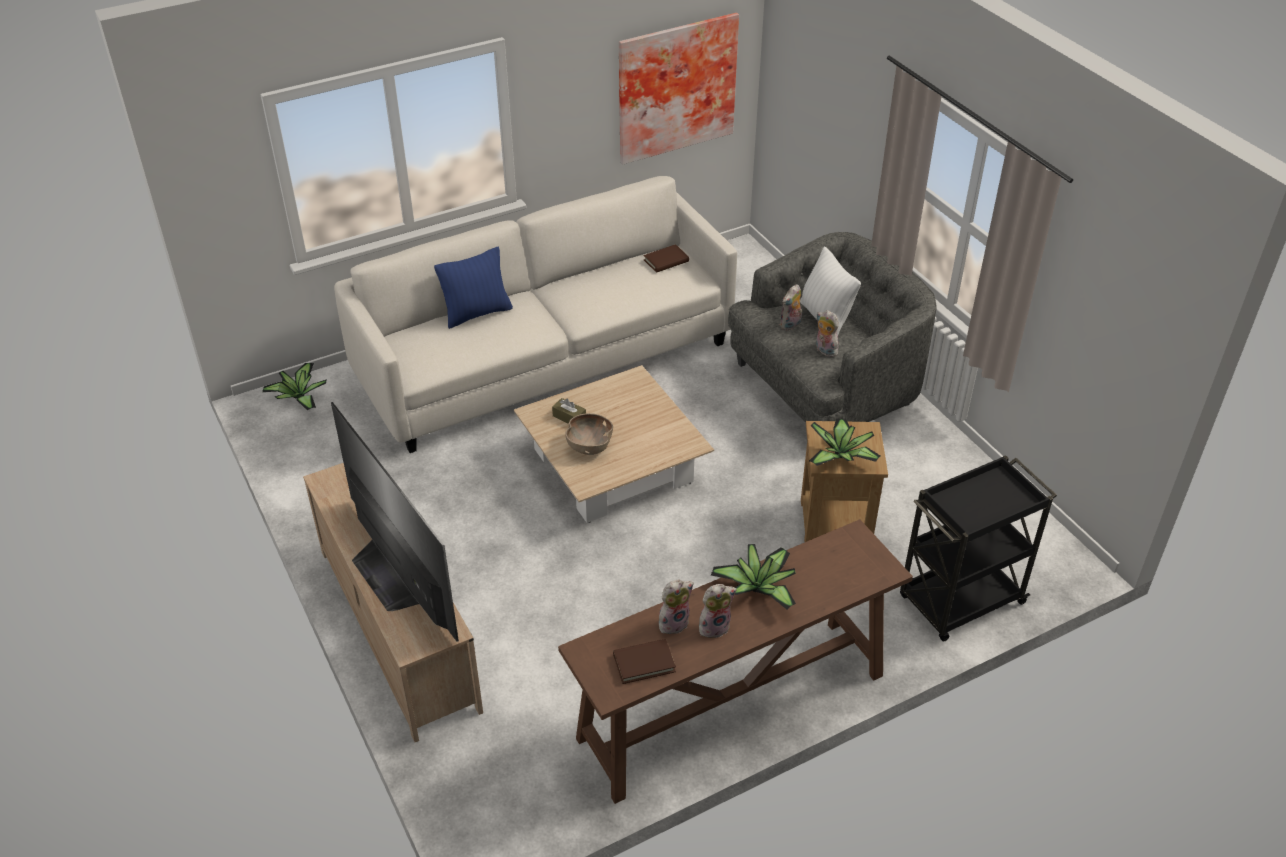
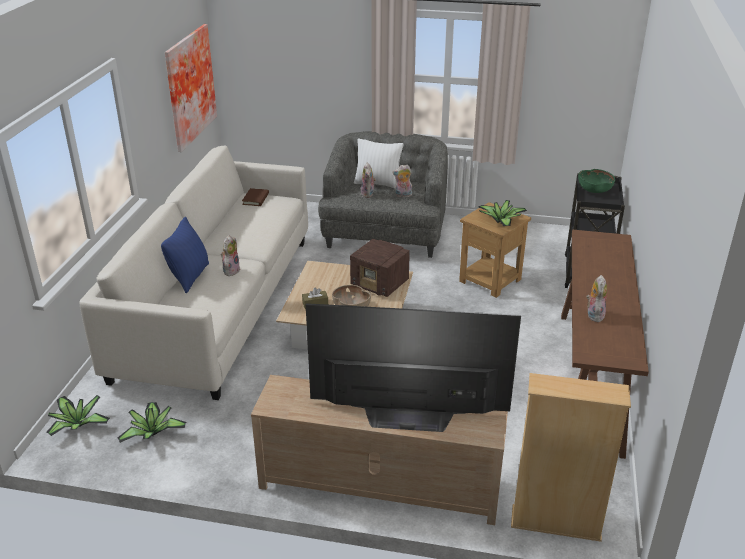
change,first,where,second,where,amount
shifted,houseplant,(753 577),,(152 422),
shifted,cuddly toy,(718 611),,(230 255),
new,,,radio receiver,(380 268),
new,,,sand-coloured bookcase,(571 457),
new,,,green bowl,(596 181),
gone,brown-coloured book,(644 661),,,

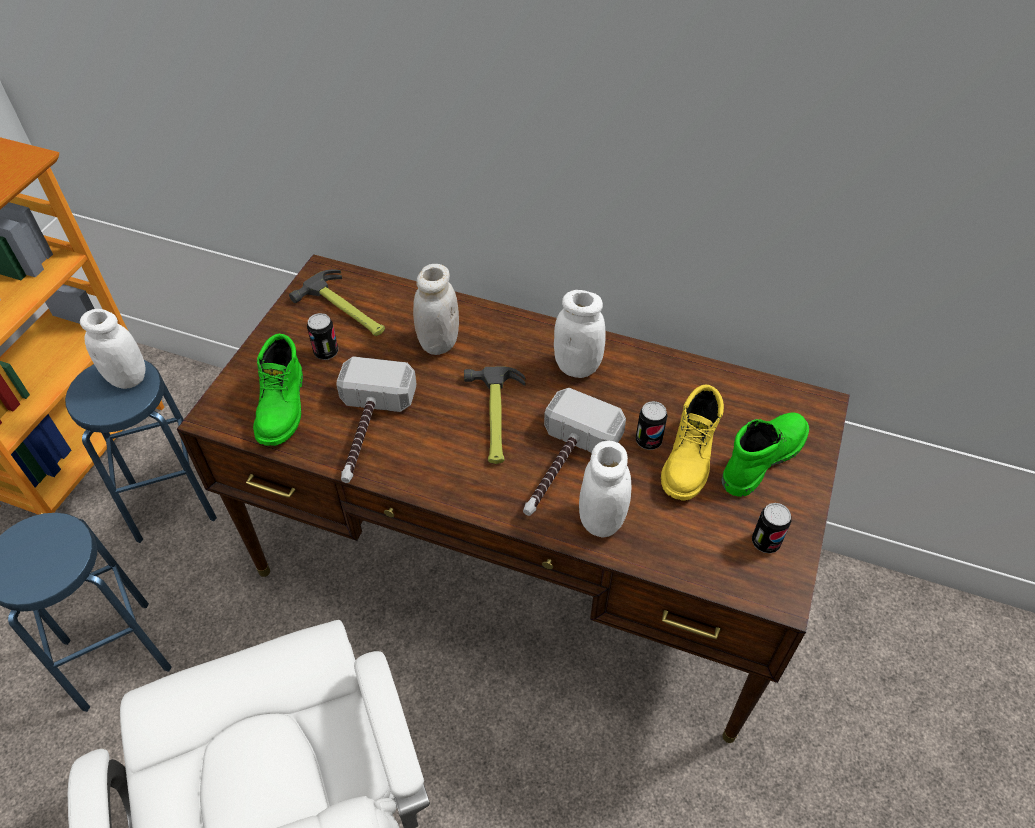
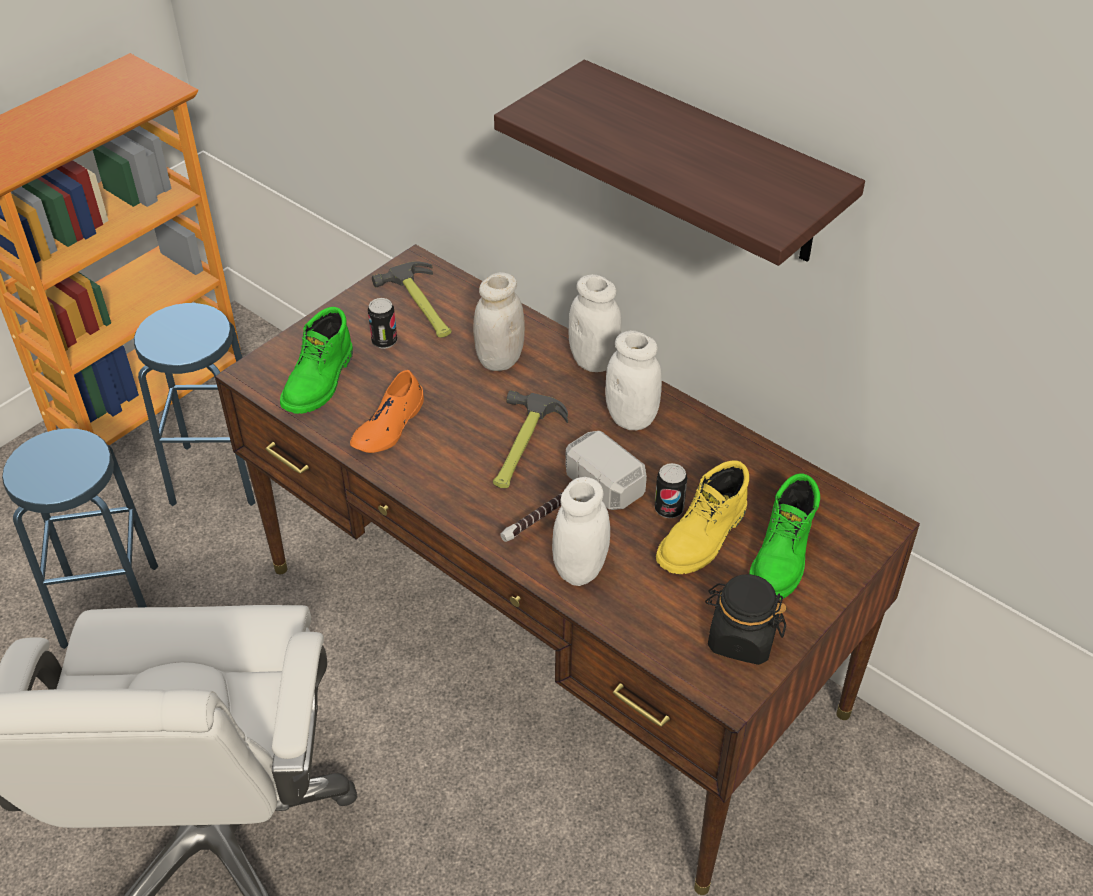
change,first,where,second,where,amount
swapped,tool hammer,(376 420),orange-coloured item of footwear,(387 411),
new,,,wall shelf,(679 163),
shifted,whitish preserve jar,(112 349),,(595 323),
swapped,sealed can,(771 528),blackish preserve jar,(746 619),
rotated,green boot,(765 454),,(784 536),135 degrees clockwise

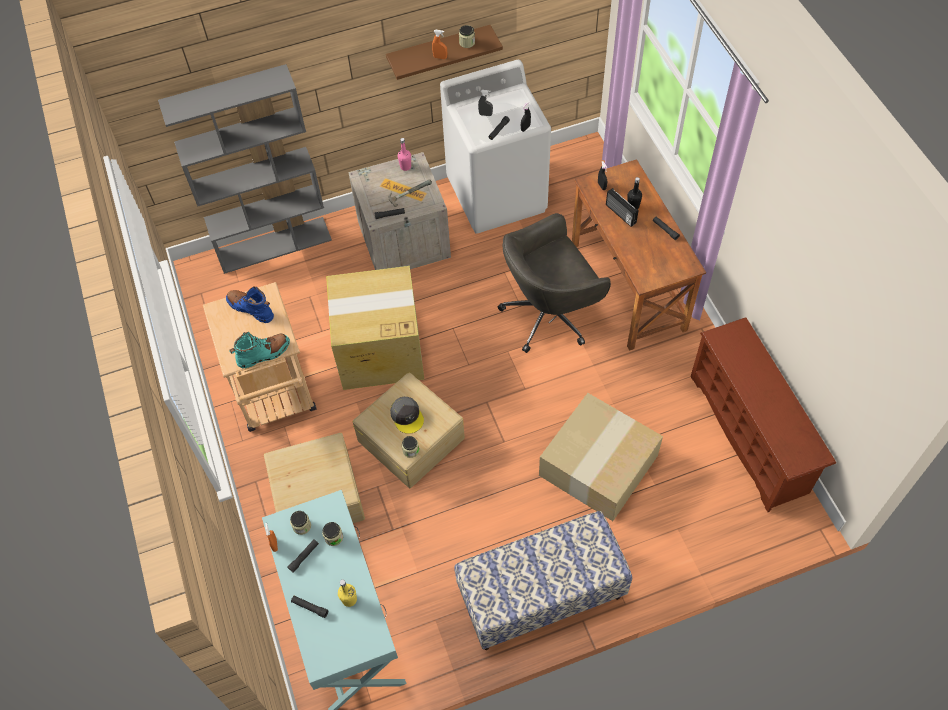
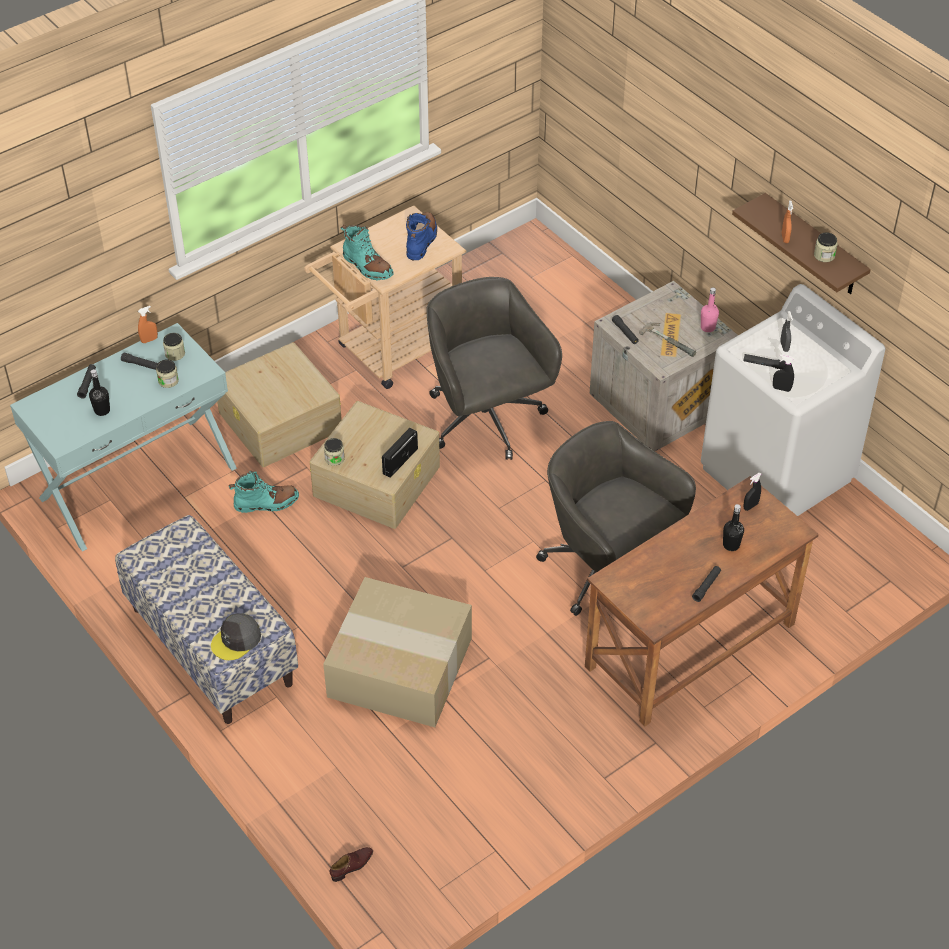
change,first,where,second,where,amount
repainted,yellow beverage bottle,(347 593),blackish beverage bottle,(99 392),
shifted,gray peaked cap,(407 415),,(236 636),
new,,,turquoise boot,(264 492),
new,,,brown-coloured item of footwear,(351 864),
shifted,radio receiver,(622 207),,(400 453),
swapped,carton,(375 328),gray computer chair,(494 368),
gone,gray bookcase,(245 169),,,
gone,brown-coloured shoe shelf,(763 414),,,

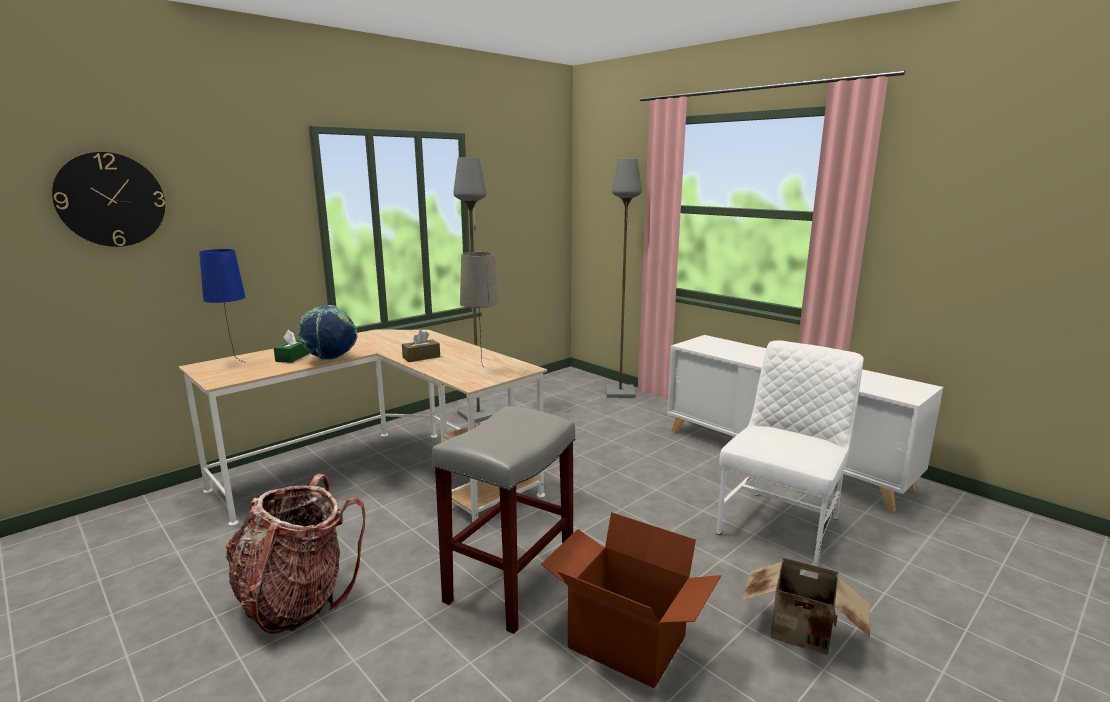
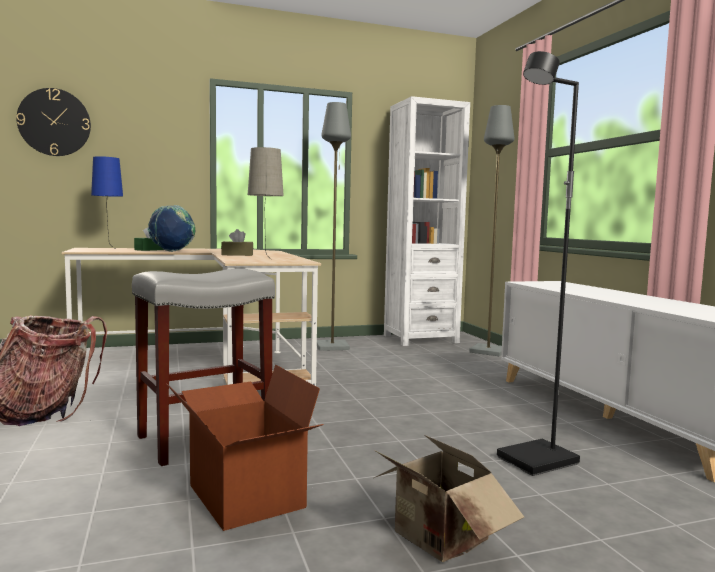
change,first,where,second,where,amount
new,,,whitish bookcase,(427 221),
swapped,whitish upright chair,(790 453),blackish floor lamp,(538 263),

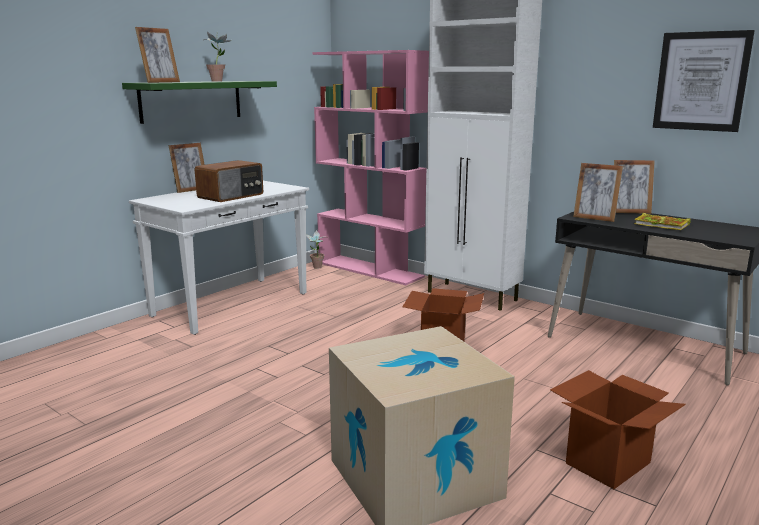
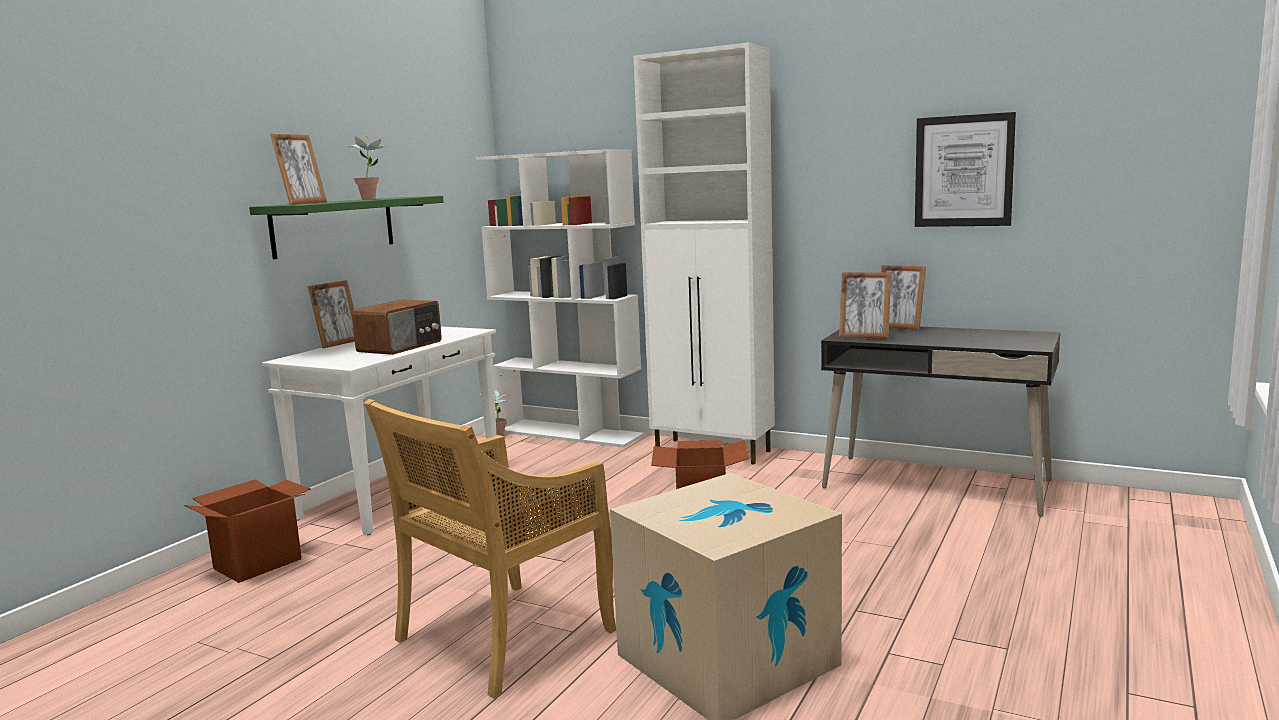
change,first,where,second,where,amount
shifted,carton,(618 429),,(247 531),
new,,,sand-coloured upright chair,(489 549),
repainted,pink-coloured bookcase,(370 167),whitish bookcase,(560 298),
rotated,standing frame,(634 187),,(903 297),45 degrees clockwise
gone,book,(663 221),,,

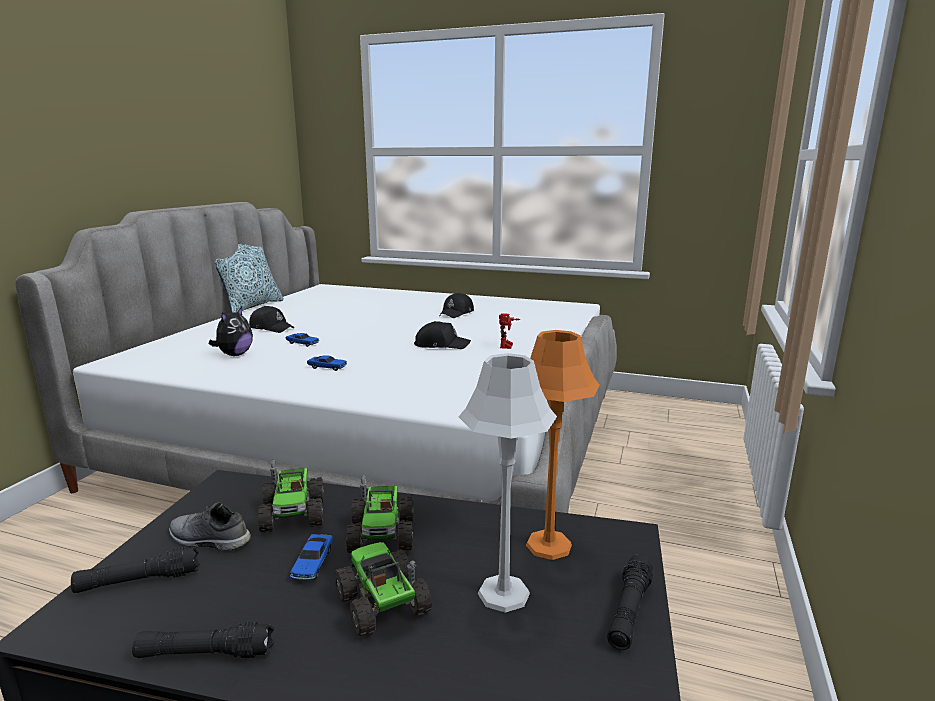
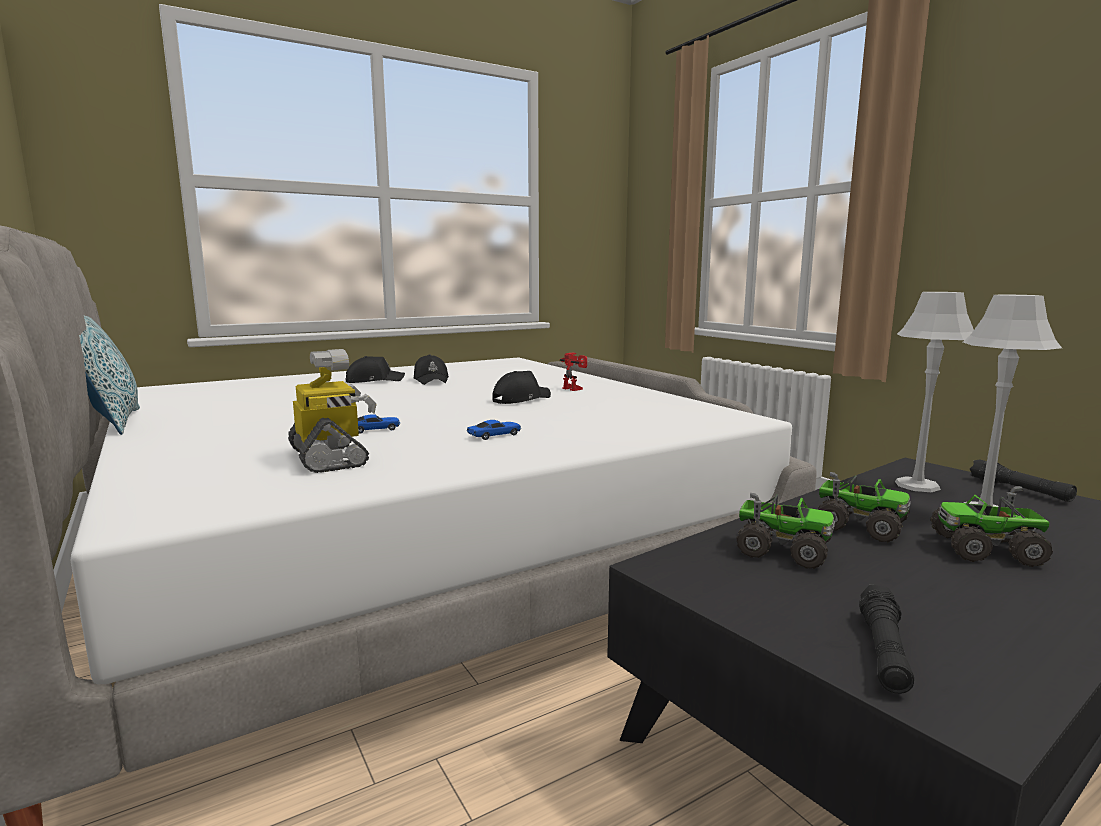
change,first,where,second,where,amount
swapped,cuddly toy,(231 331),toy robot,(332 411),
shifted,blackish peaked cap,(271 319),,(375 369),
repainted,orange-coloured tabletop lamp,(563 445),gray tabletop lamp,(934 392),
gone,blackish torch,(203 640),,,
gone,gray item of footwear,(210 526),,,
gone,model car,(311 557),,,

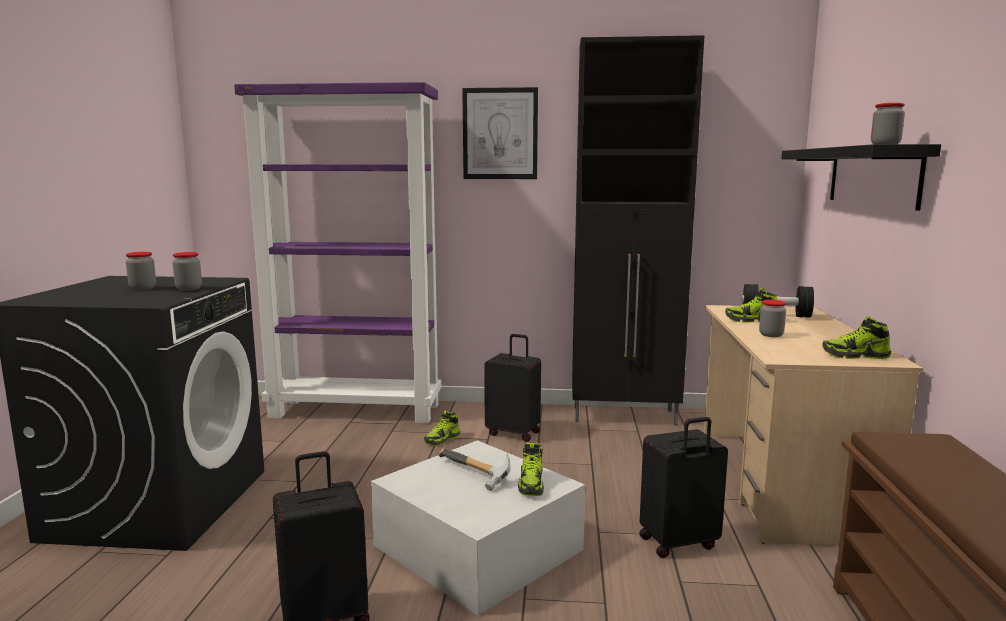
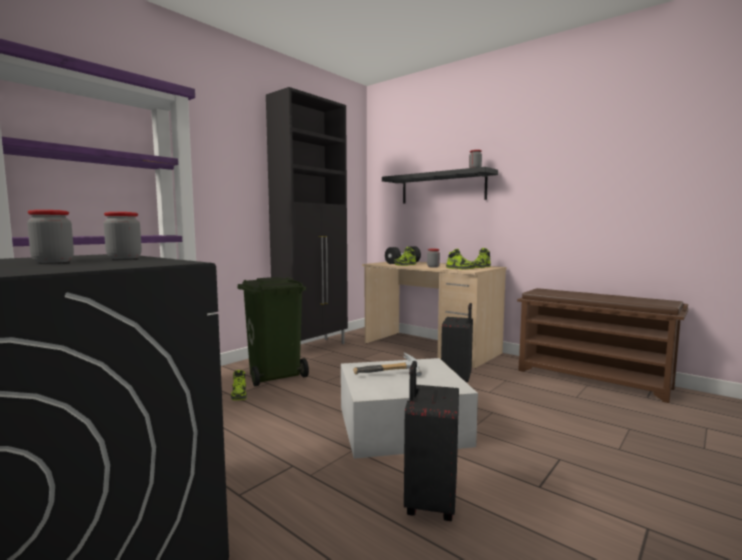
change,first,where,second,where,amount
swapped,blackish suitcase,(512 388),green trash can,(273 331),
shifted,item of footwear,(531 469),,(461 259),
gone,picture,(500 133),,,

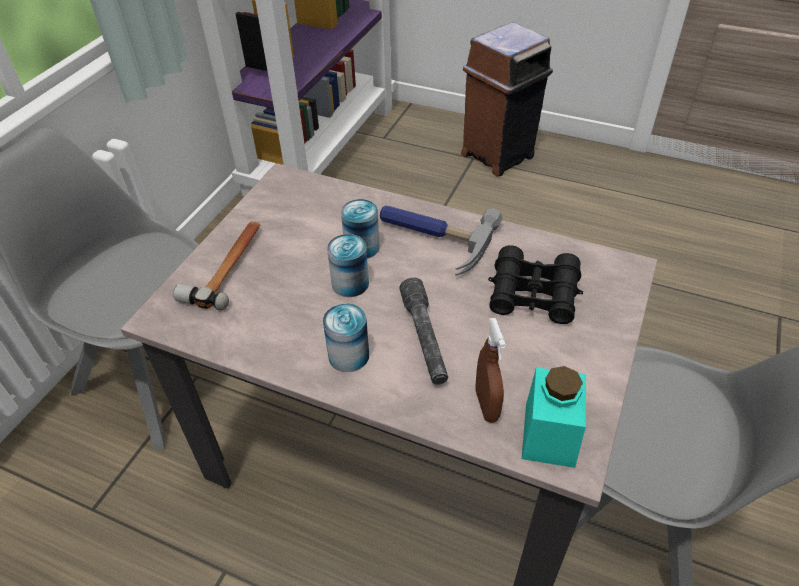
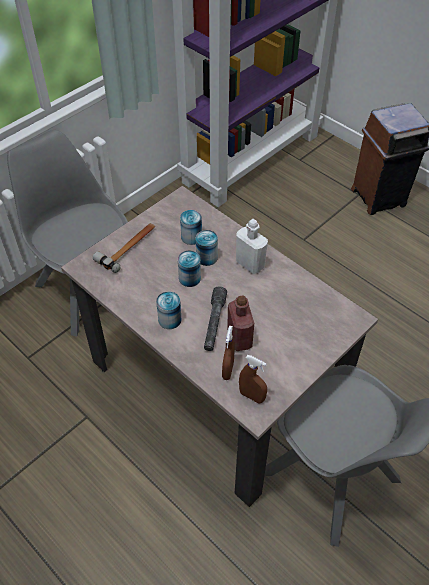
change,first,where,second,where,amount
new,,,sealed can,(191 227),
new,,,reddish beverage bottle,(240 323),
swapped,tool hammer,(441 241),whitish beverage bottle,(252 246),
swapped,turquoise preserve jar,(554 417),brown-coloured spray bottle,(253 379),
gone,blackish field glasses,(535 284),,,

